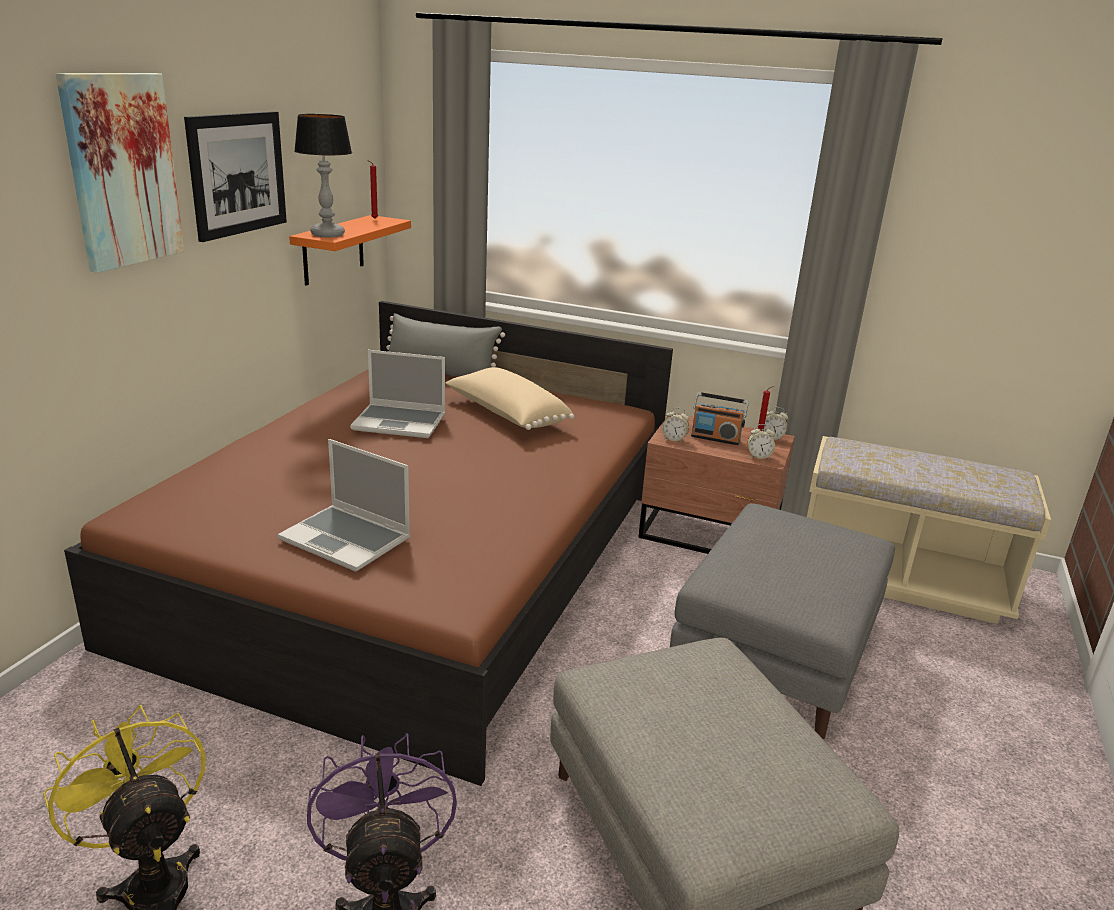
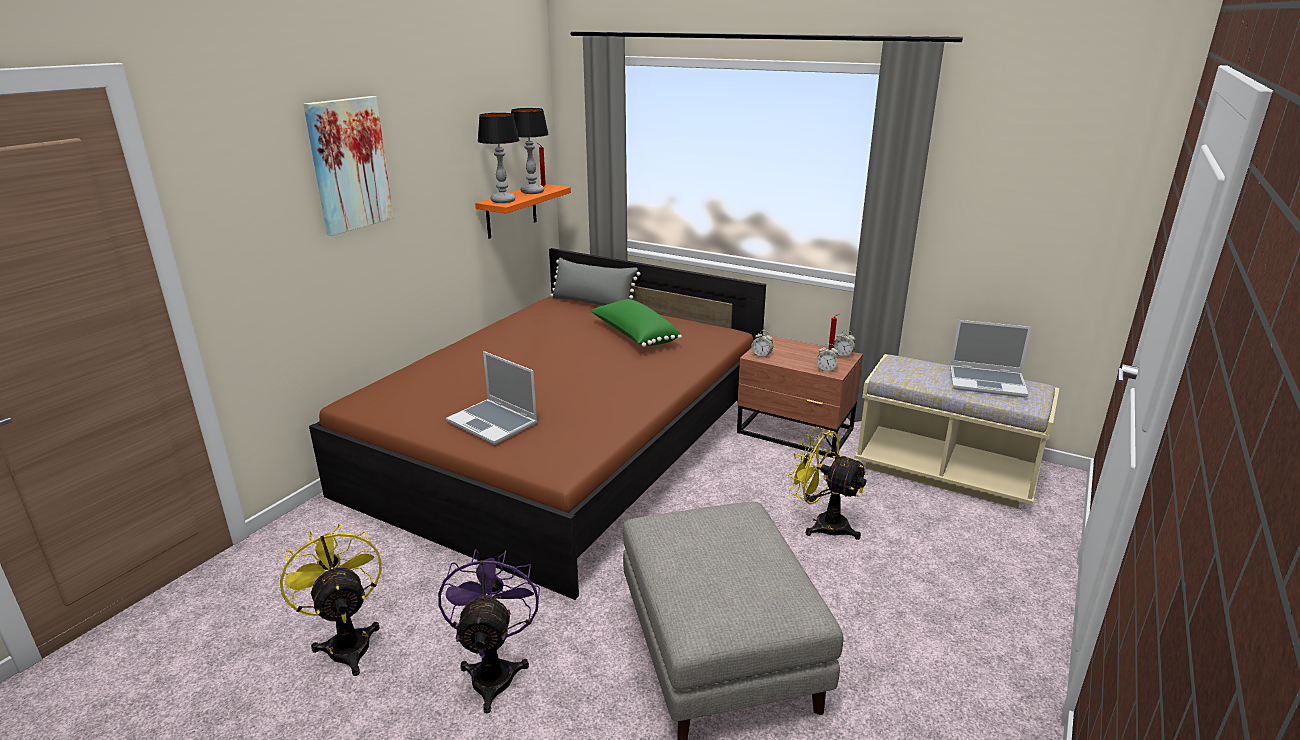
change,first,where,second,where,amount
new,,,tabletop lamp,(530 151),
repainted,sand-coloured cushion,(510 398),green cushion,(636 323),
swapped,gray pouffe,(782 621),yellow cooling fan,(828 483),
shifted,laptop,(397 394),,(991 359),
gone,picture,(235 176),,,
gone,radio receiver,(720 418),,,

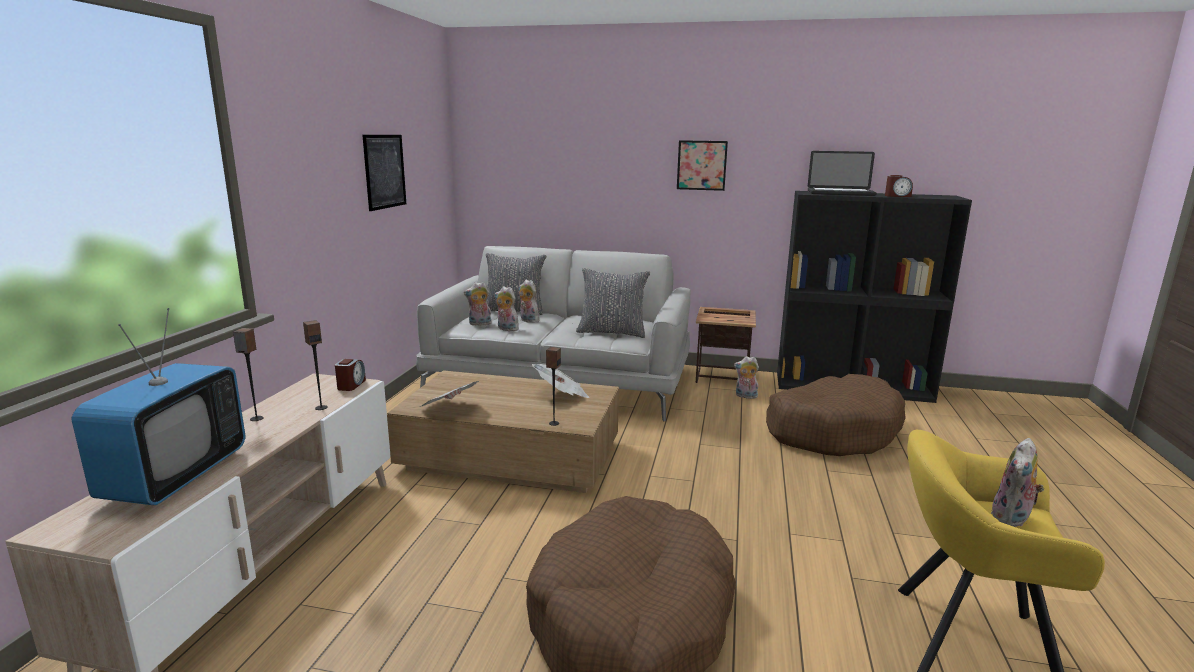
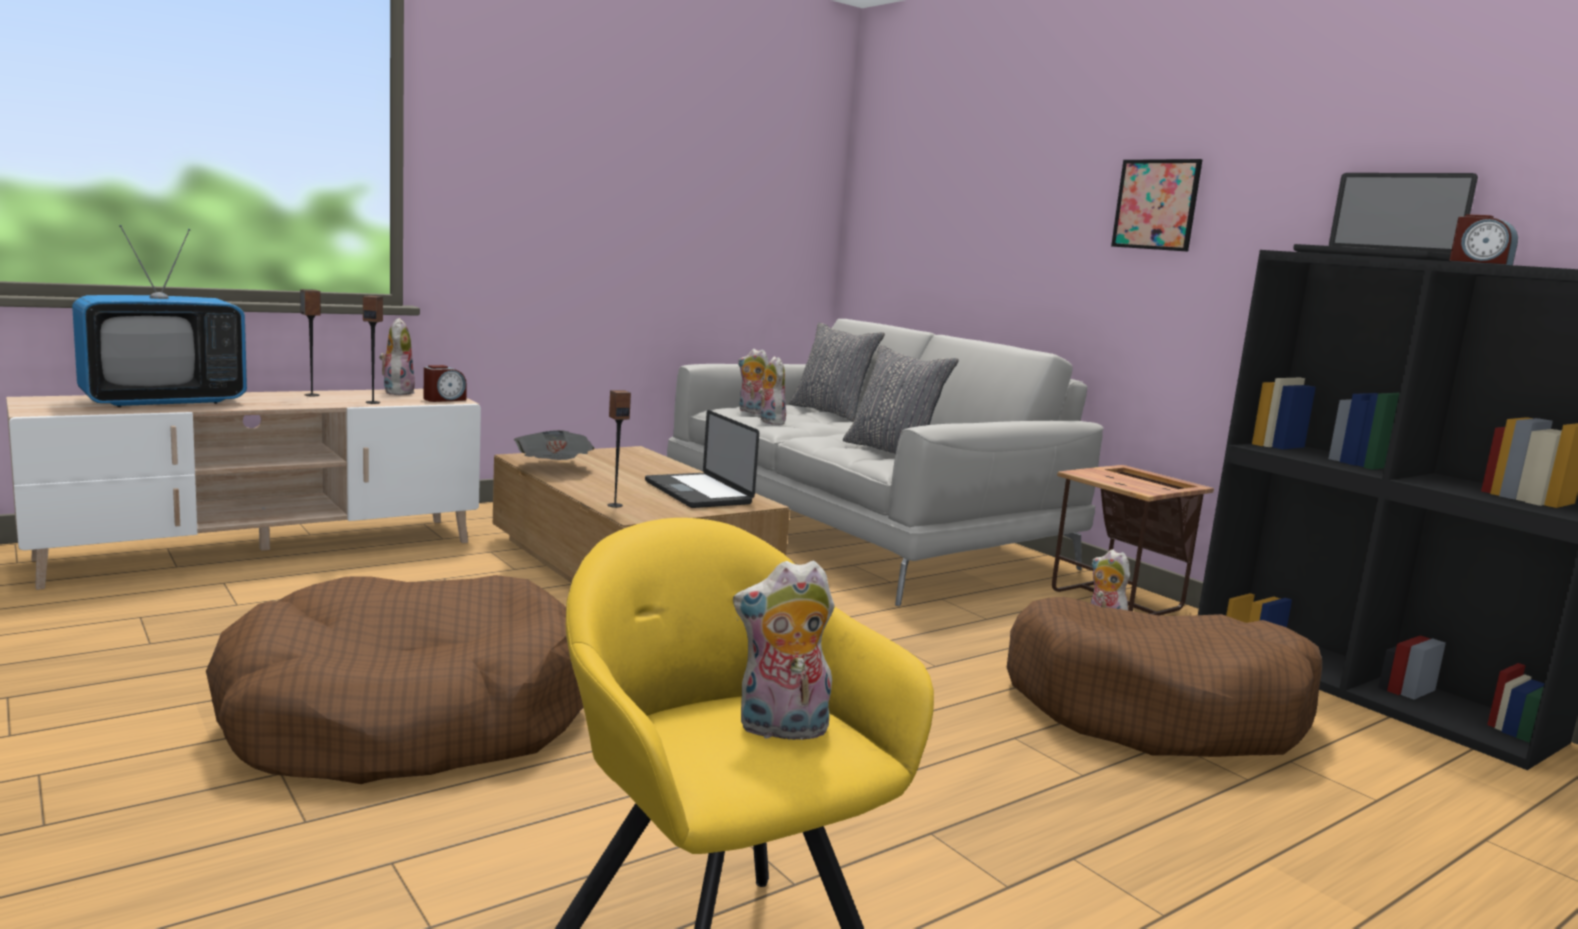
change,first,where,second,where,amount
shifted,cuddly toy,(528 301),,(397 356),
swapped,printed paper,(561 381),laptop,(702 459),
gone,picture,(384 173),,,

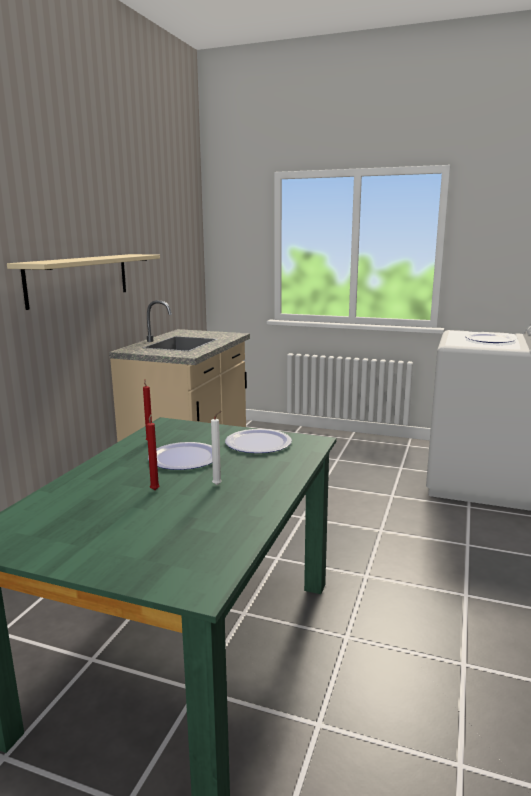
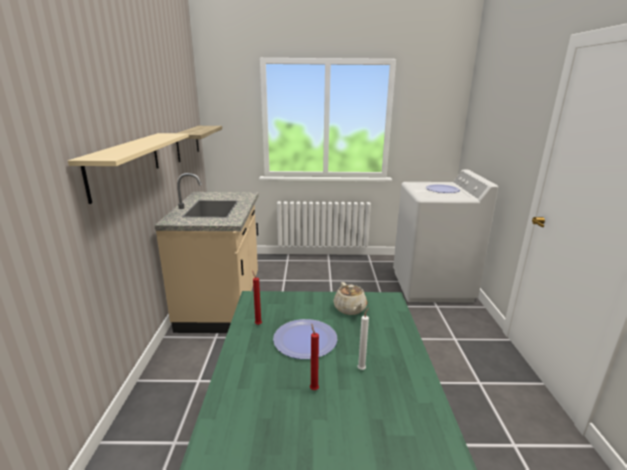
change,first,where,second,where,amount
new,,,wall shelf,(199 144),
swapped,dinner plate,(258 441),sand-coloured pot for tea,(350 298),

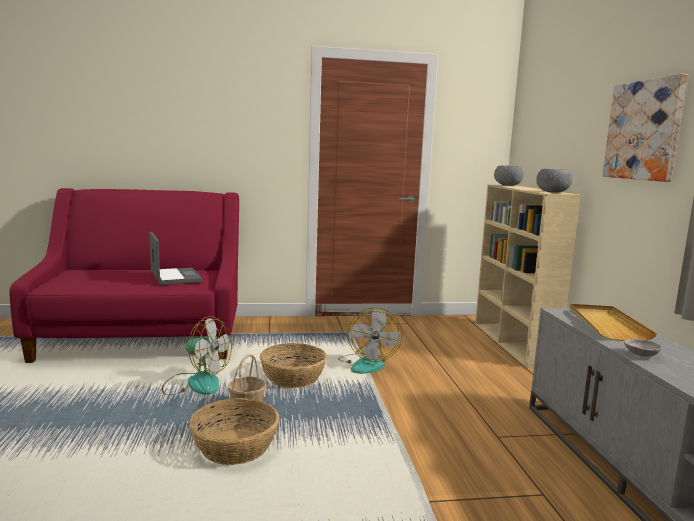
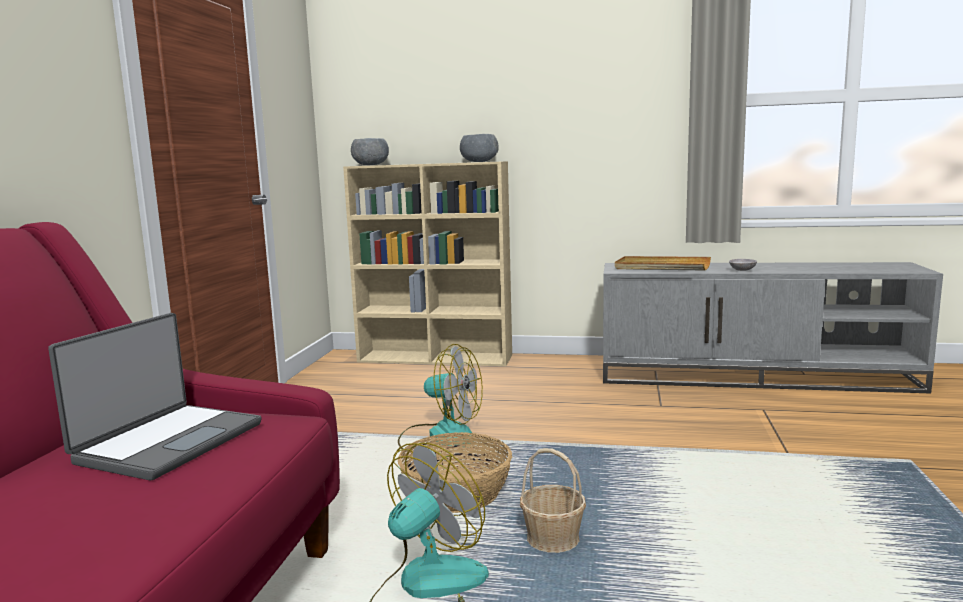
change,first,where,second,where,amount
rotated,laptop,(176 258),,(155 396),120 degrees clockwise
gone,basket,(234 431),,,
gone,picture,(645 128),,,

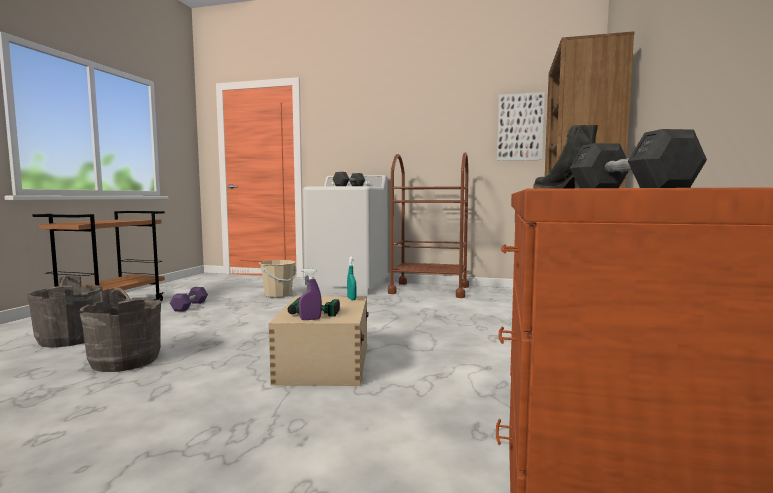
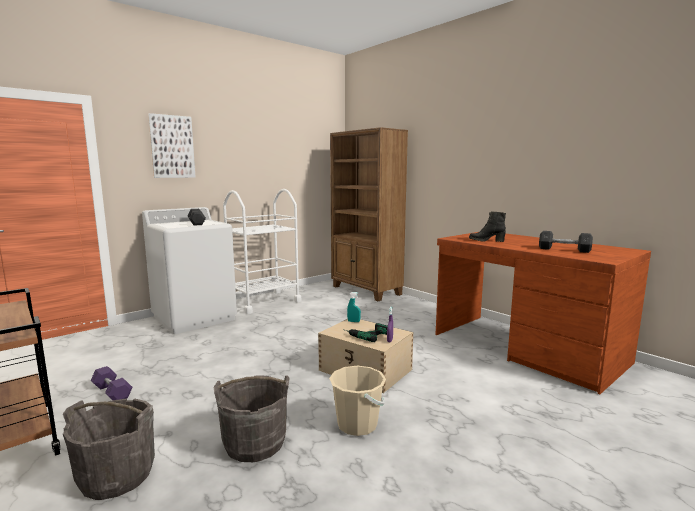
change,first,where,second,where,amount
shifted,picture,(521 126),,(172 145),
repainted,brown-coloured trolley,(428 225),whitish trolley,(262 251),
shifted,sand-coloured water bucket,(277 279),,(357 401),

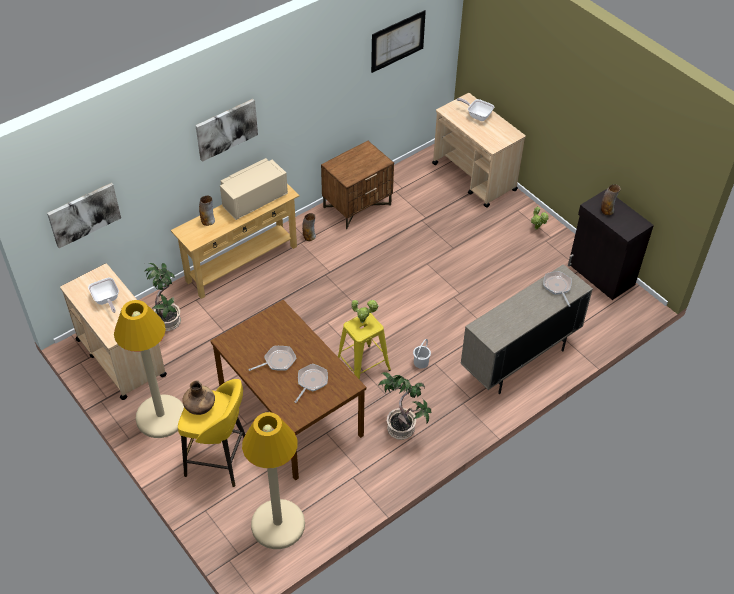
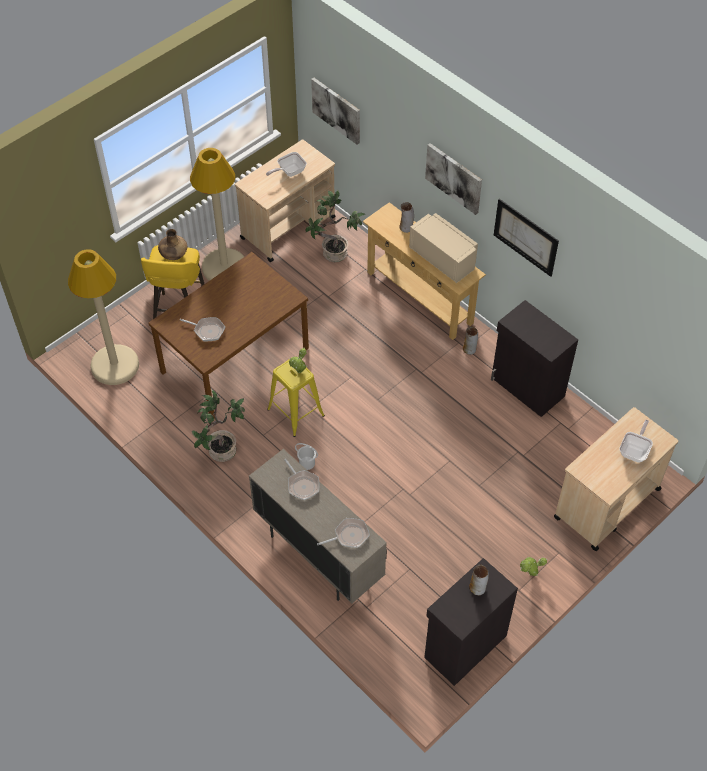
change,first,where,second,where,amount
shifted,skillet,(272 358),,(301 479),
swapped,brown-coloured night table,(357 185),blackish cabinet,(534 358),
shifted,picture,(398 41),,(526 238),

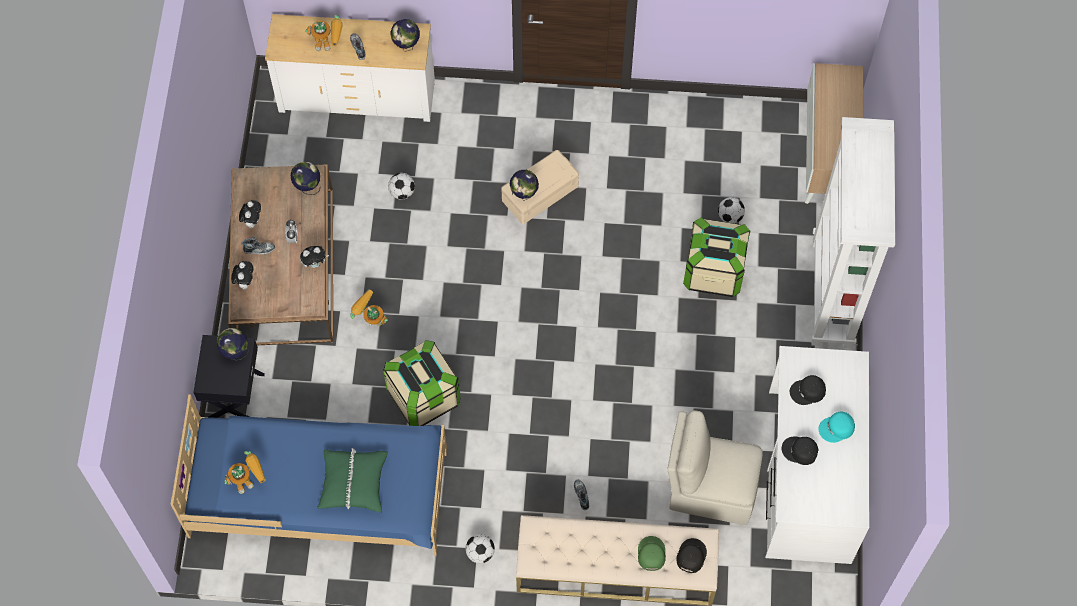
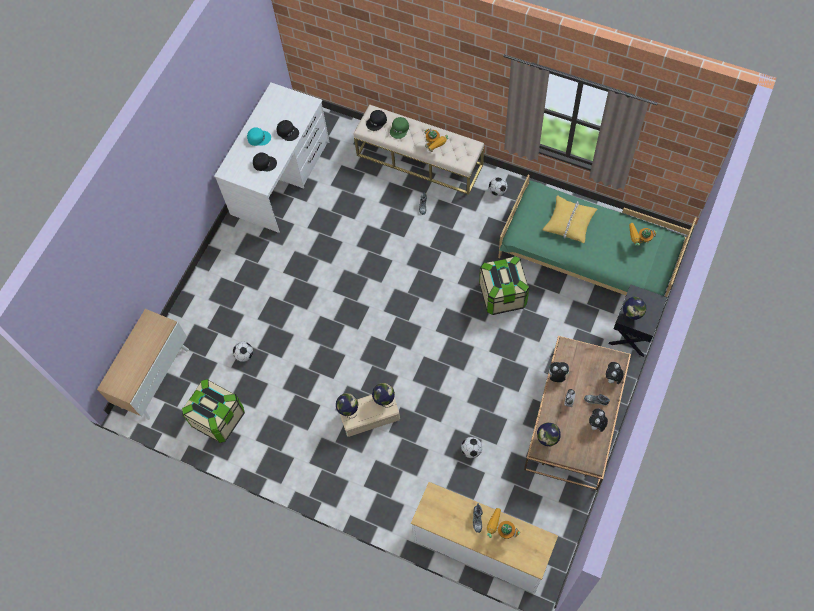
change,first,where,second,where,amount
shifted,storage box,(716 257),,(213 411),
shifted,desk globe,(405 35),,(347 405),
shifted,toy robot,(369 308),,(436 140),
repainted,blue bed,(308 475),green bed,(597 236),
repainted,green cushion,(352 480),yellow cushion,(570 219),
gone,sand-coloured upright chair,(715 467),,,
gone,whitish bookcase,(853 232),,,

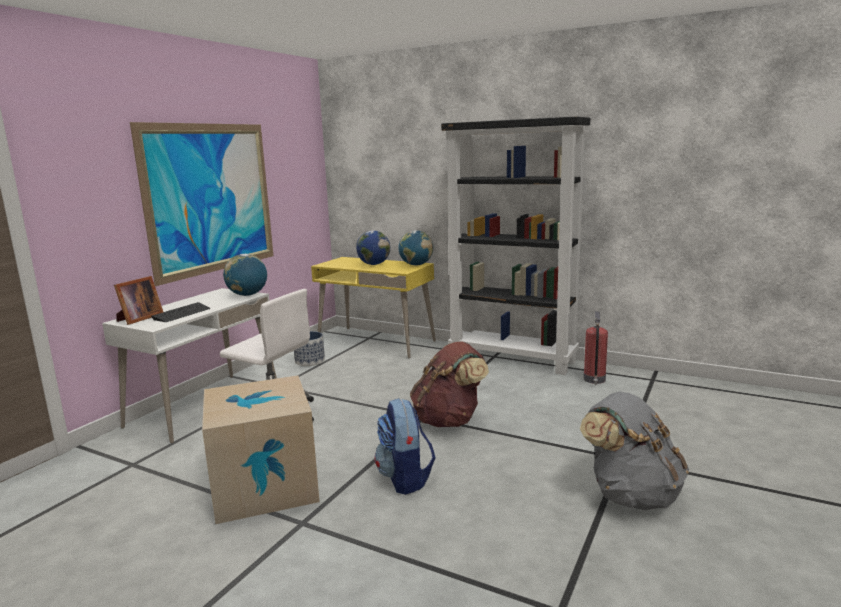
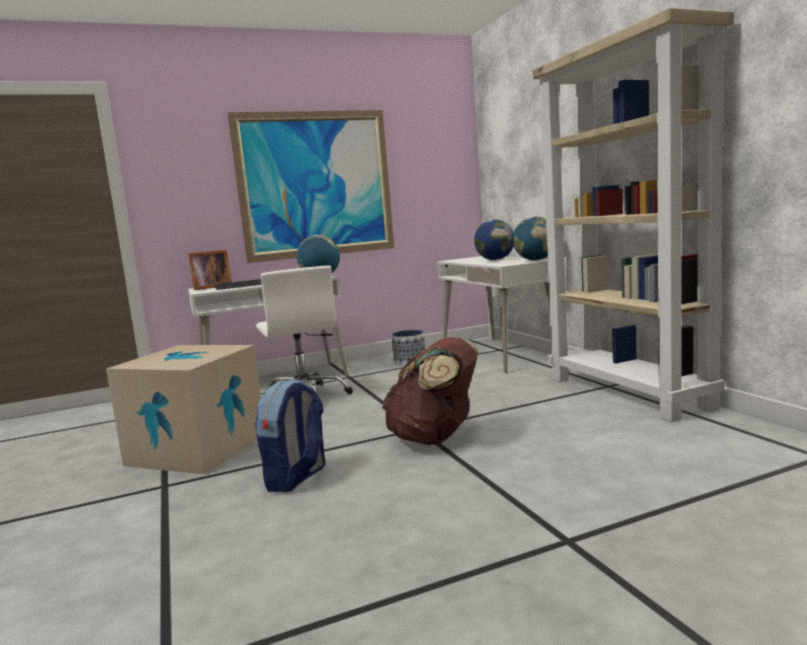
change,first,where,second,where,amount
repainted,yellow desk,(373 307),whitish desk,(493 314),
repainted,blackish bookcase,(515 245),sand-coloured bookcase,(633 215),
gone,gray backpack,(634 450),,,
gone,fire-fighting cylinder,(596 348),,,

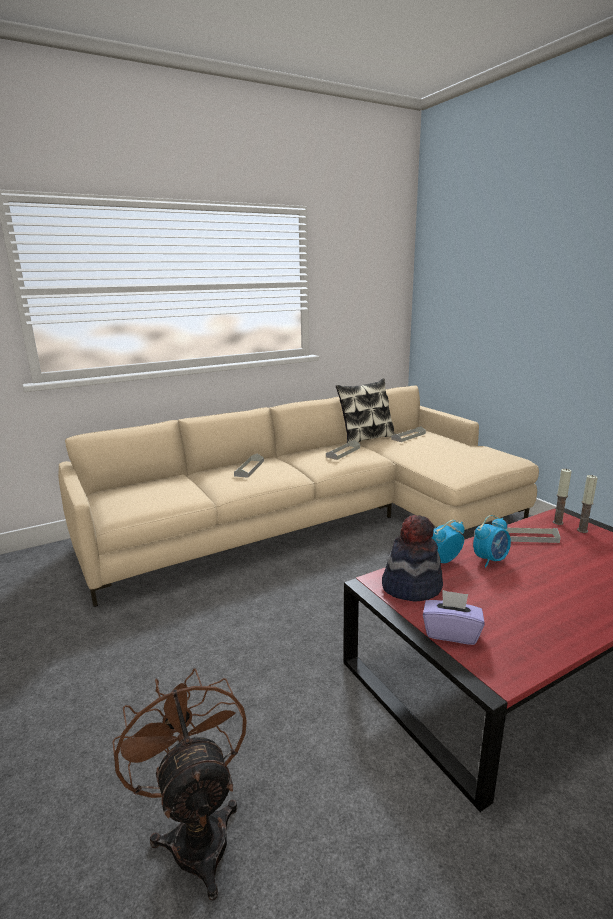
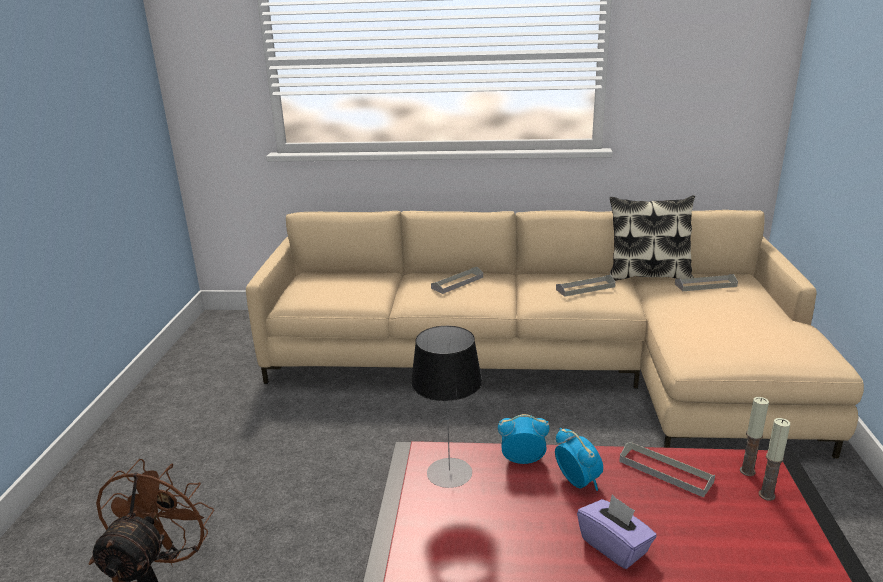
change,first,where,second,where,amount
swapped,wearable hat,(412 558),tabletop lamp,(446 407),
rotated,table clock,(492 541),,(579 459),120 degrees counterclockwise
shifted,purple-coloured tissue holder,(454 617),,(616 532),

